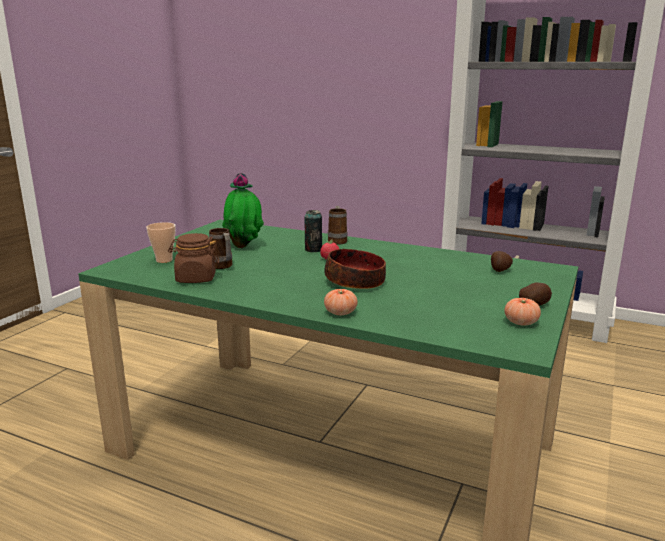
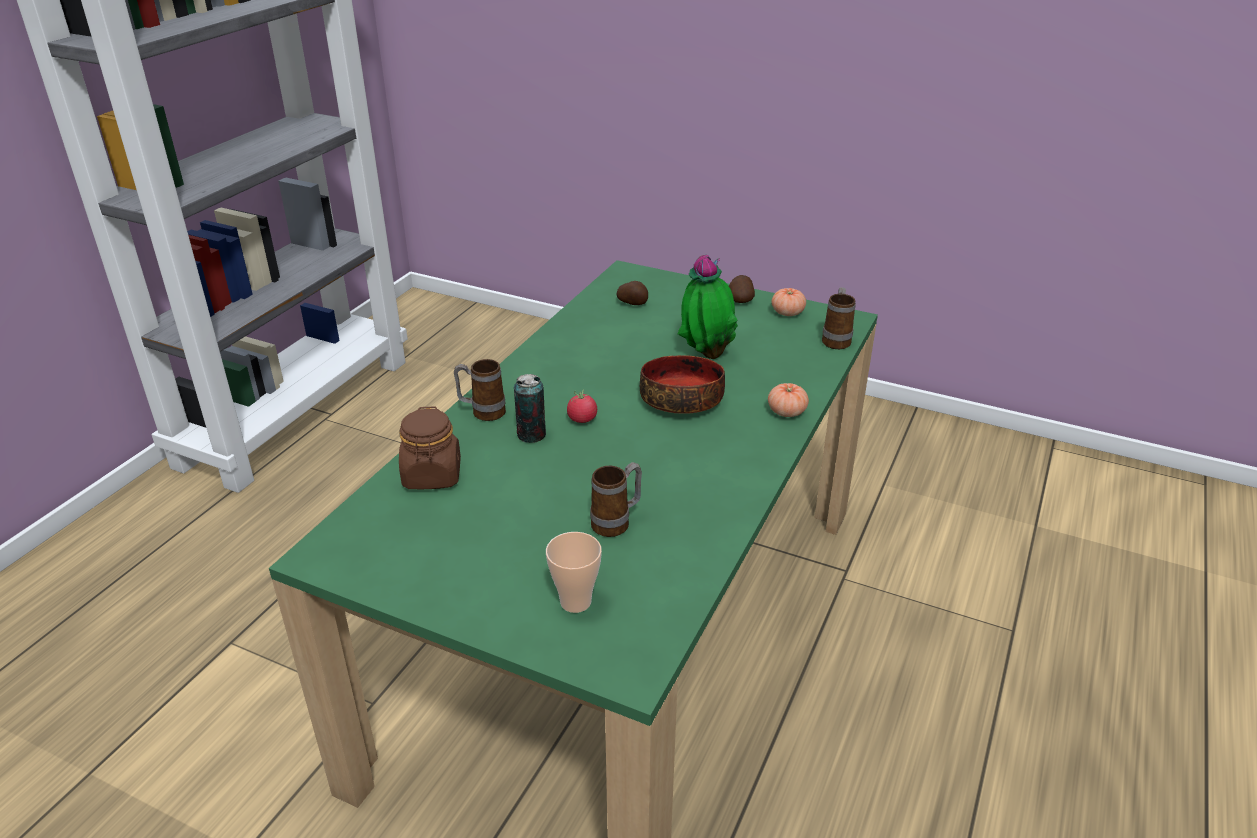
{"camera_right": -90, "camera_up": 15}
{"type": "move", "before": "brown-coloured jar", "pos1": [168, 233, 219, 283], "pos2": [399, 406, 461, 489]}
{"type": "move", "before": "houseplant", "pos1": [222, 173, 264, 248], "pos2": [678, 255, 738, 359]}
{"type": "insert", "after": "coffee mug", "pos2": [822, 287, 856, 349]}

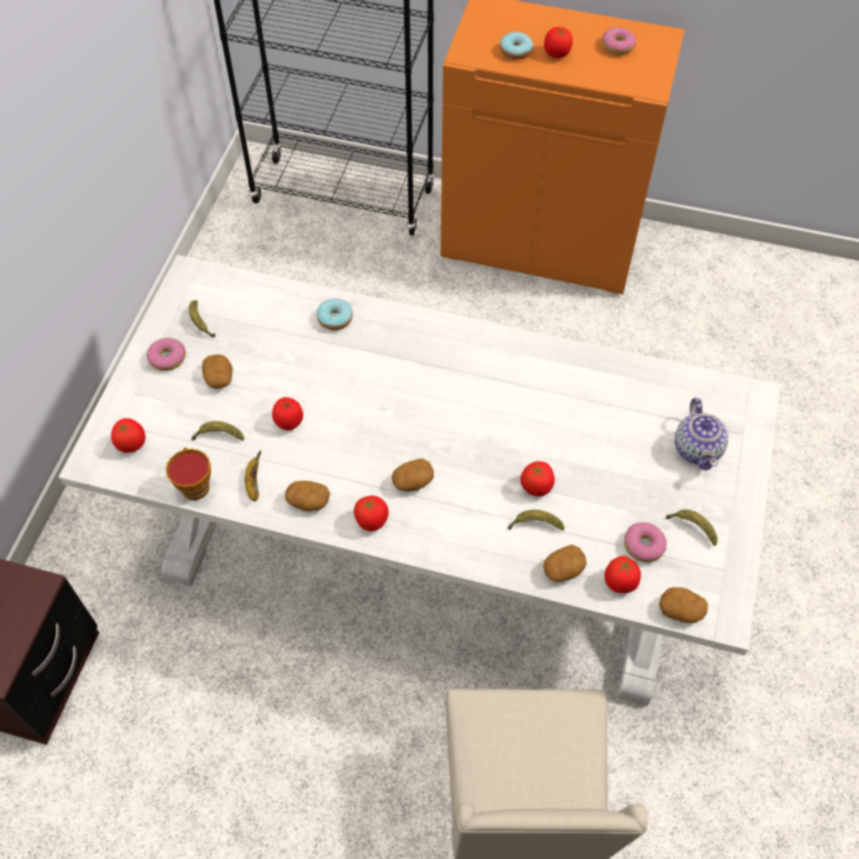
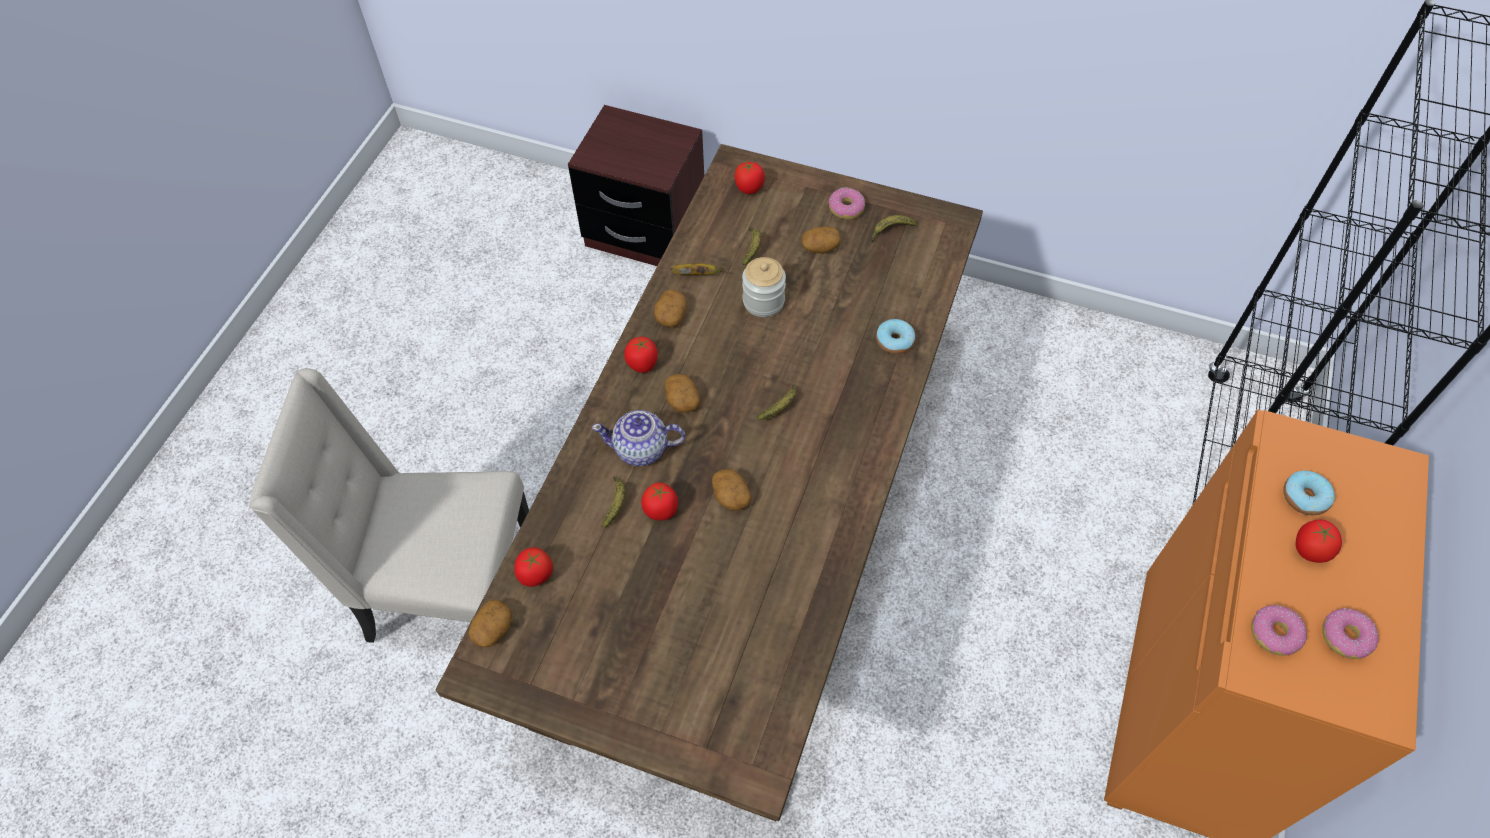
{"camera_right": 95, "camera_up": 0}
{"type": "recolor", "before": "white dinner table", "after": "brown-coloured dinner table", "pos1": [59, 255, 781, 706], "pos2": [435, 144, 983, 821]}
{"type": "move", "before": "pot for tea", "pos1": [675, 398, 728, 471], "pos2": [592, 410, 685, 466]}
{"type": "move", "before": "spud", "pos1": [543, 545, 587, 582], "pos2": [712, 469, 752, 511]}
{"type": "replace", "before": "fresh tomato", "after": "jar", "pos1": [272, 397, 303, 430], "pos2": [742, 257, 786, 317]}
{"type": "move", "before": "banana", "pos1": [666, 509, 718, 546], "pos2": [758, 384, 796, 420]}
{"type": "move", "before": "ring doughnut", "pos1": [624, 522, 667, 562], "pos2": [1251, 605, 1307, 656]}
{"type": "delete", "before": "small cup", "pos1": [166, 447, 211, 500]}

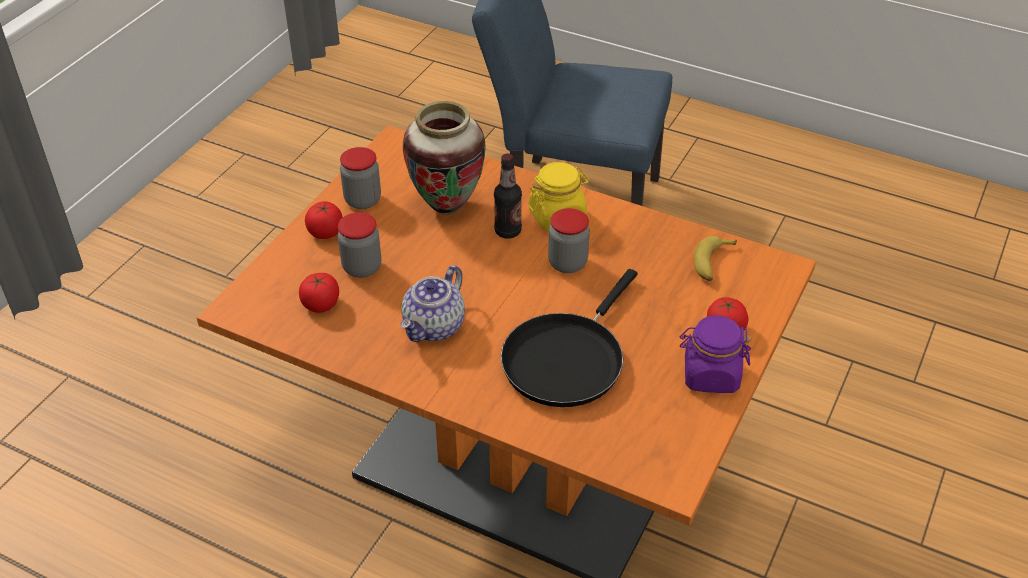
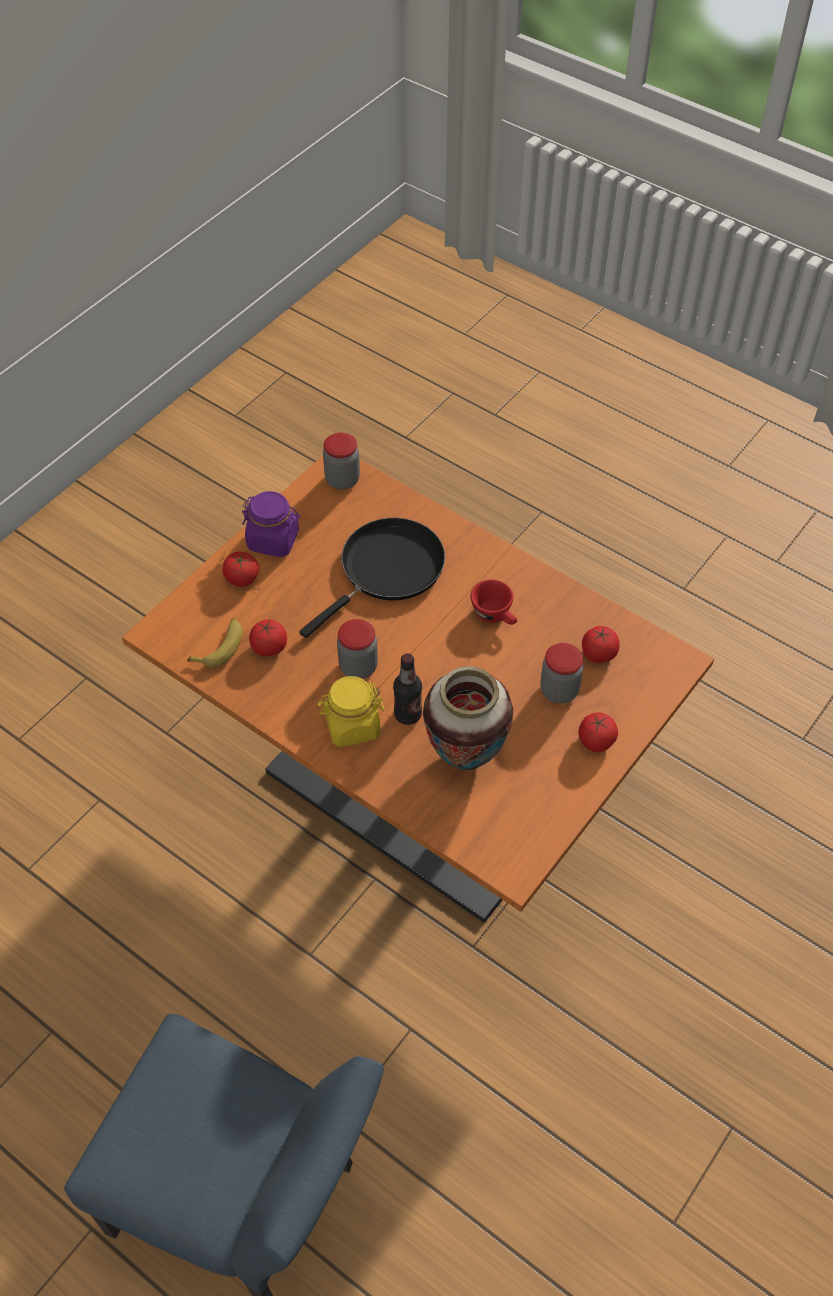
{"camera_right": -170, "camera_up": 10}
{"type": "insert", "after": "fresh tomato", "pos2": [249, 619, 287, 656]}
{"type": "move", "before": "jar", "pos1": [340, 147, 381, 209], "pos2": [323, 433, 360, 489]}
{"type": "replace", "before": "pot for tea", "after": "red small cup", "pos1": [401, 265, 465, 342], "pos2": [470, 580, 517, 625]}

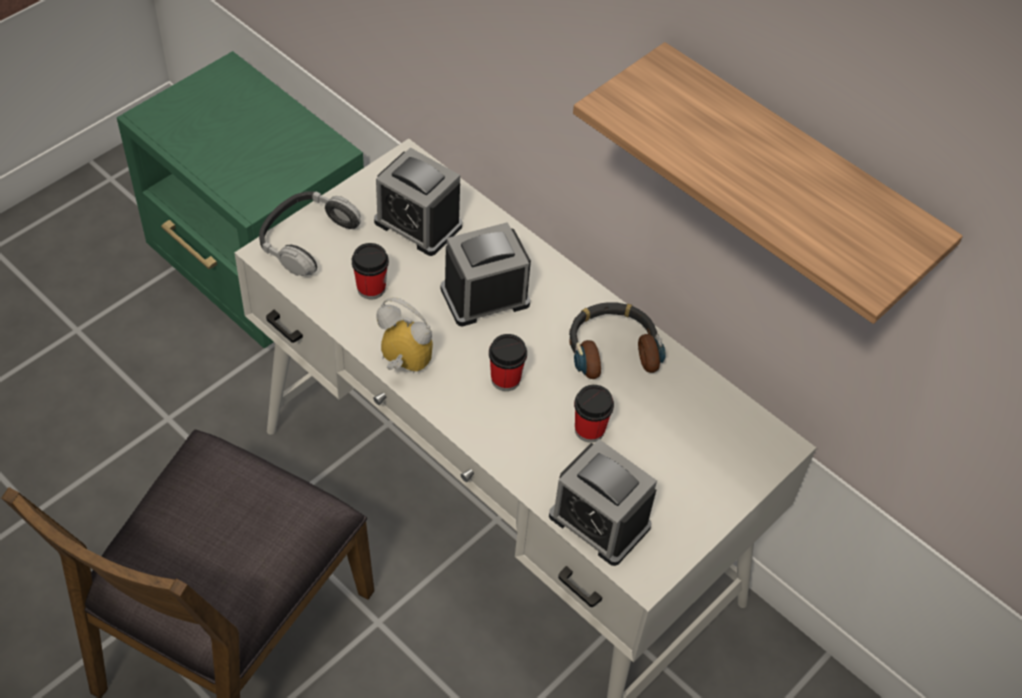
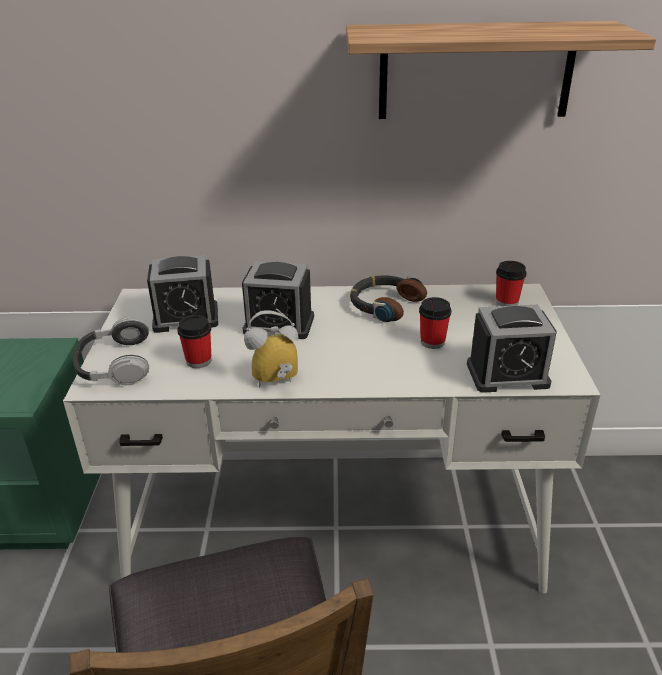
{"camera_right": -40, "camera_up": -20}
{"type": "rotate", "before": "alarm clock", "pos1": [440, 222, 531, 327], "pos2": [242, 261, 314, 339], "turn": -105}
{"type": "move", "before": "small cup", "pos1": [489, 334, 527, 391], "pos2": [496, 261, 527, 306]}

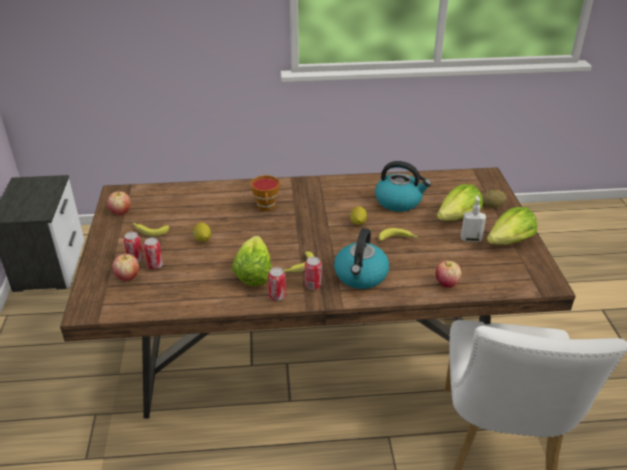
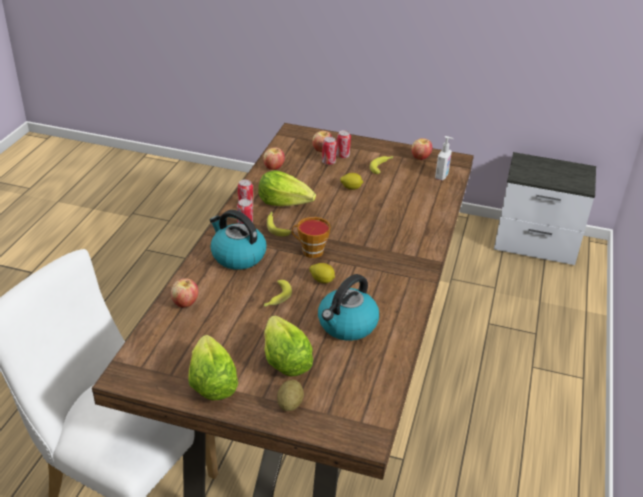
{"camera_right": 110, "camera_up": 0}
{"type": "insert", "after": "apple", "pos2": [263, 147, 285, 170]}
{"type": "move", "before": "small cup", "pos1": [251, 175, 280, 211], "pos2": [292, 217, 331, 258]}
{"type": "move", "before": "soap bottle", "pos1": [461, 195, 486, 242], "pos2": [435, 136, 454, 180]}

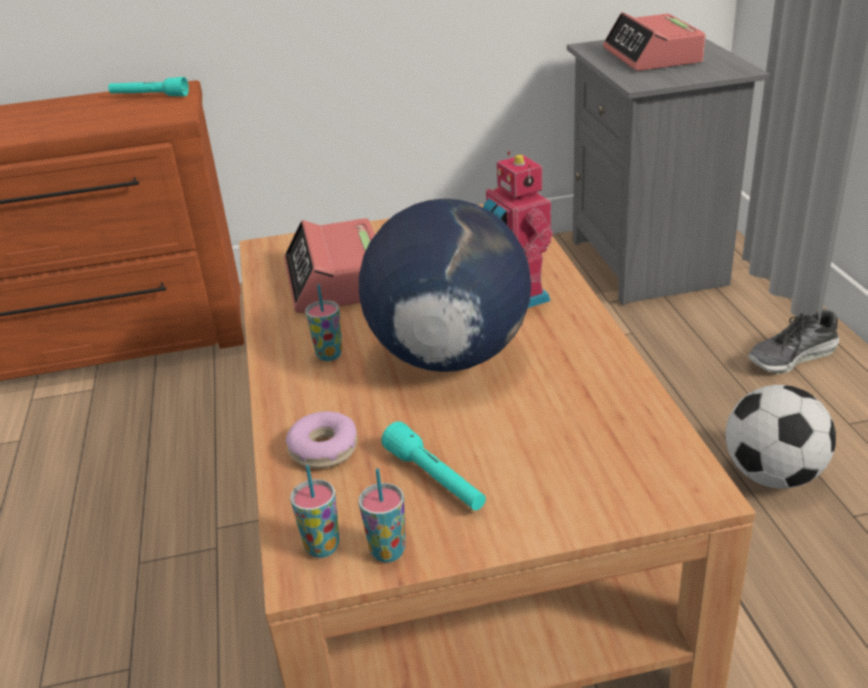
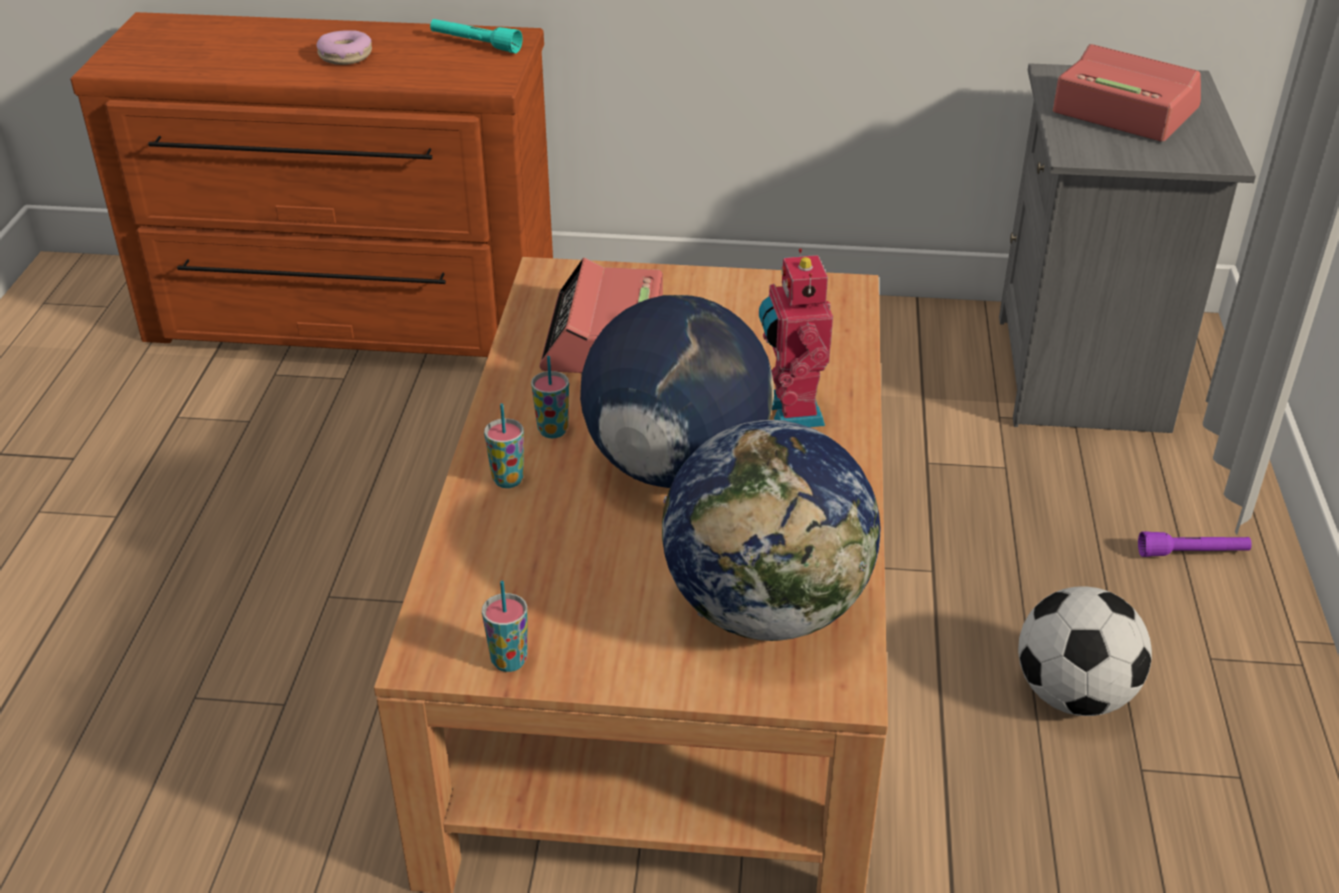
{"camera_right": 15, "camera_up": 5}
{"type": "move", "before": "ring doughnut", "pos1": [286, 411, 357, 468], "pos2": [316, 30, 372, 65]}
{"type": "move", "before": "small cup", "pos1": [290, 465, 339, 558], "pos2": [484, 403, 524, 488]}
{"type": "insert", "after": "desk globe", "pos2": [662, 420, 881, 641]}
{"type": "rotate", "before": "alarm clock", "pos1": [603, 12, 706, 71], "pos2": [1053, 44, 1201, 142], "turn": 120}
{"type": "replace", "before": "low shoe", "after": "purple hand torch", "pos1": [748, 308, 839, 374], "pos2": [1138, 531, 1252, 557]}
{"type": "delete", "before": "turquoise-coloured hand torch", "pos1": [381, 421, 486, 510]}

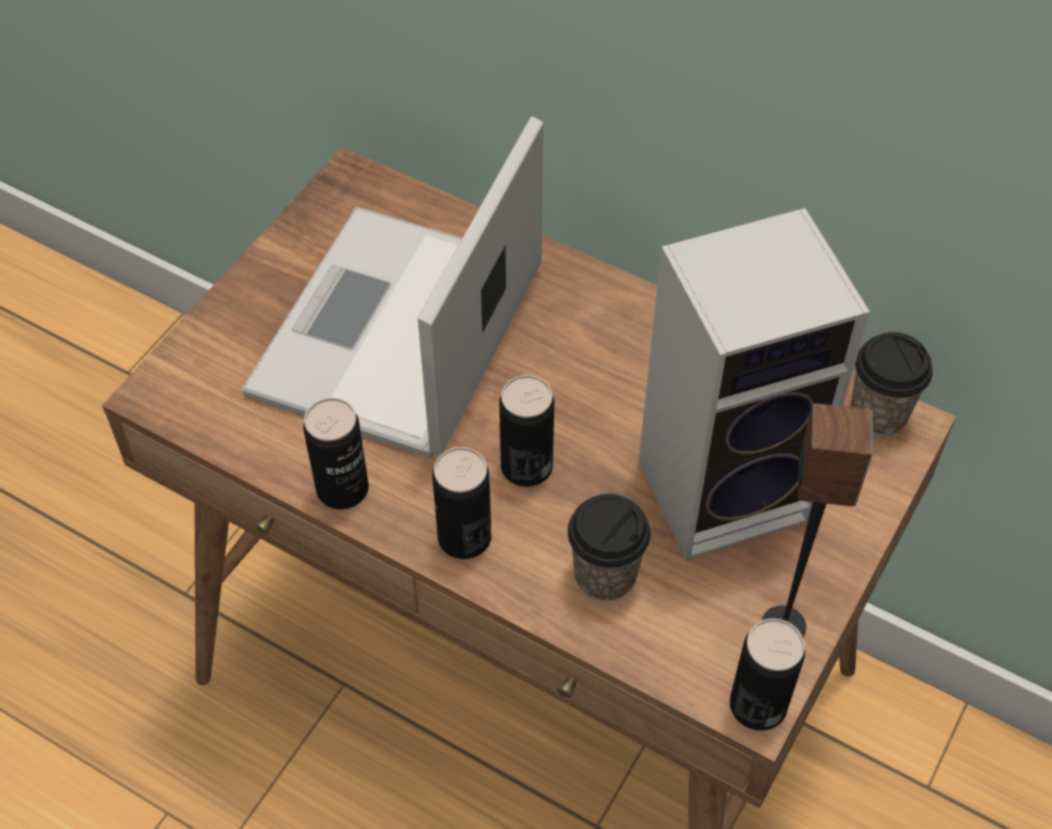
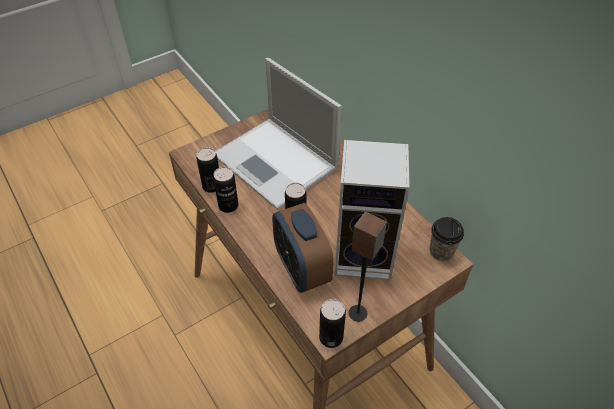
{"camera_right": 25, "camera_up": -5}
{"type": "move", "before": "metal can", "pos1": [432, 447, 492, 559], "pos2": [196, 147, 219, 193]}
{"type": "rotate", "before": "portable computer", "pos1": [242, 117, 543, 459], "pos2": [215, 58, 342, 210], "turn": -90}
{"type": "replace", "before": "small cup", "after": "alarm clock", "pos1": [568, 494, 651, 601], "pos2": [272, 203, 334, 293]}

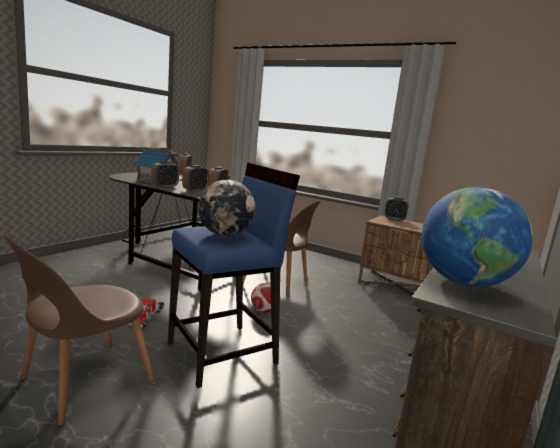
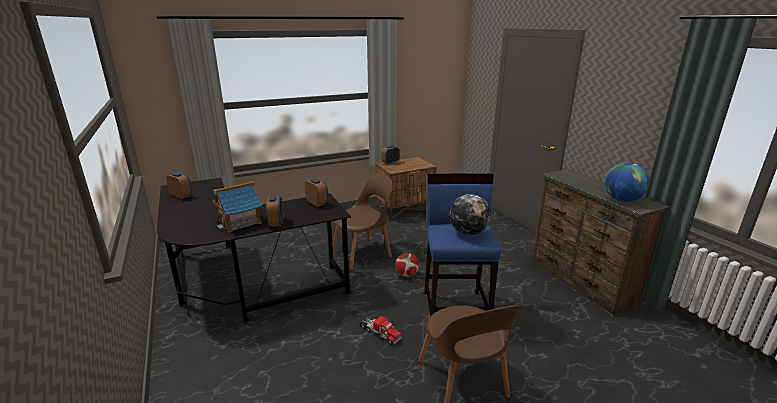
{"camera_right": -55, "camera_up": 10}
{"type": "delete", "before": "alarm clock", "pos1": [182, 165, 209, 192]}

